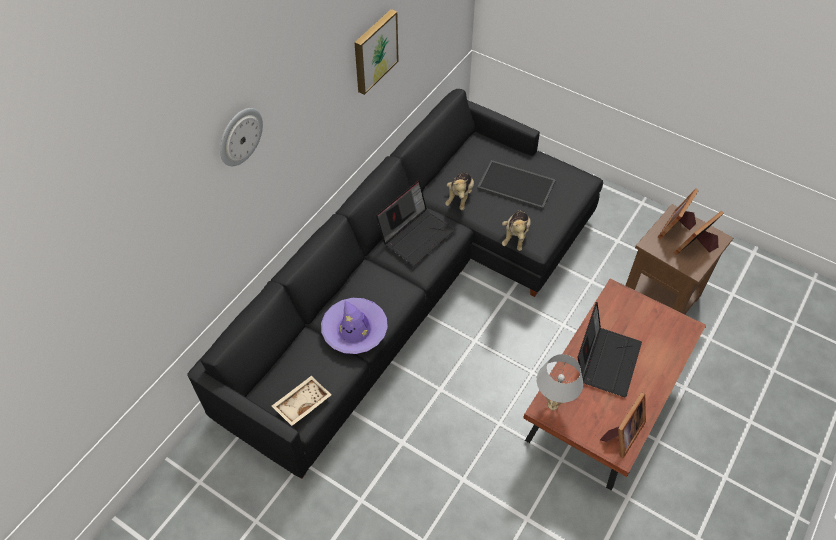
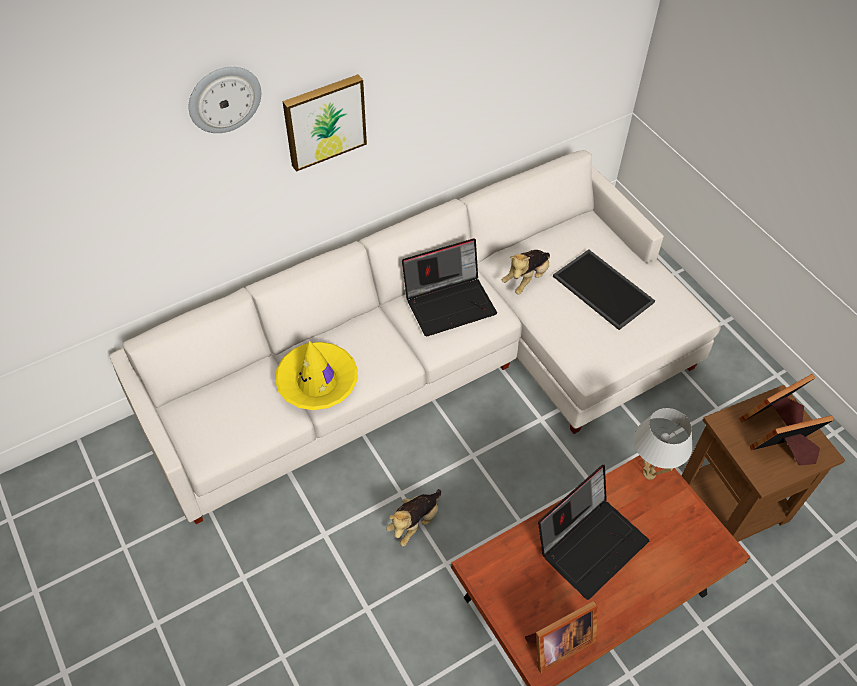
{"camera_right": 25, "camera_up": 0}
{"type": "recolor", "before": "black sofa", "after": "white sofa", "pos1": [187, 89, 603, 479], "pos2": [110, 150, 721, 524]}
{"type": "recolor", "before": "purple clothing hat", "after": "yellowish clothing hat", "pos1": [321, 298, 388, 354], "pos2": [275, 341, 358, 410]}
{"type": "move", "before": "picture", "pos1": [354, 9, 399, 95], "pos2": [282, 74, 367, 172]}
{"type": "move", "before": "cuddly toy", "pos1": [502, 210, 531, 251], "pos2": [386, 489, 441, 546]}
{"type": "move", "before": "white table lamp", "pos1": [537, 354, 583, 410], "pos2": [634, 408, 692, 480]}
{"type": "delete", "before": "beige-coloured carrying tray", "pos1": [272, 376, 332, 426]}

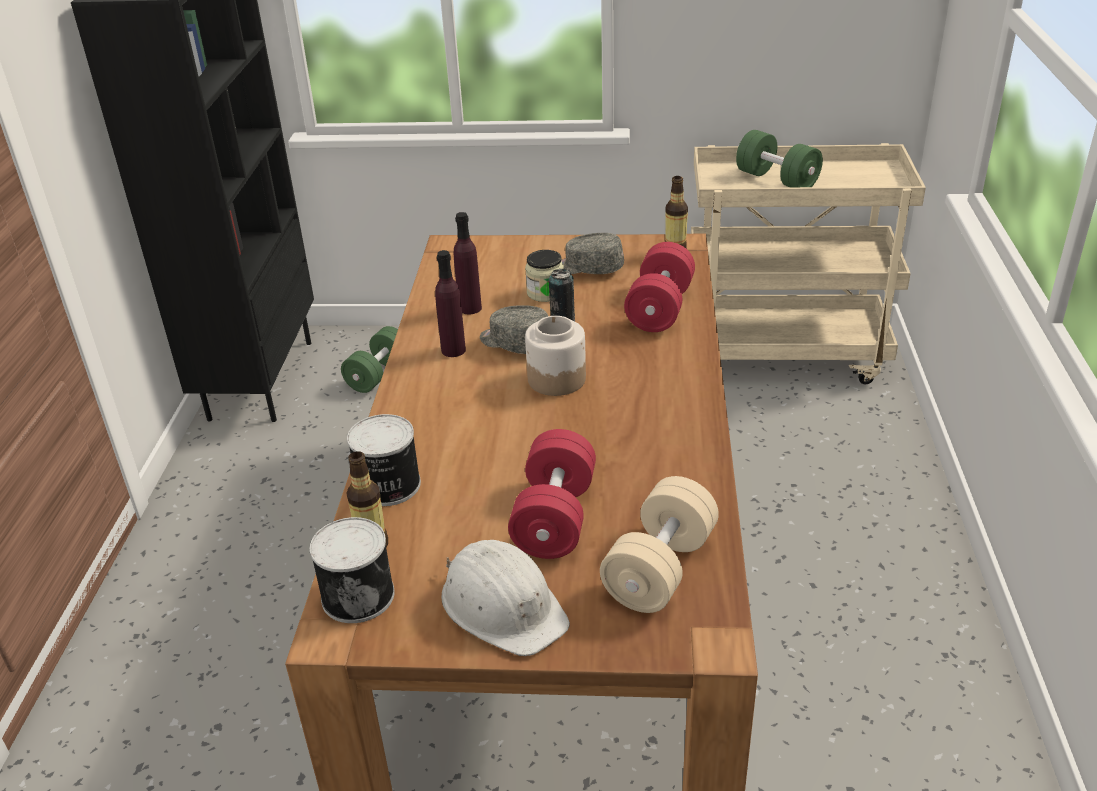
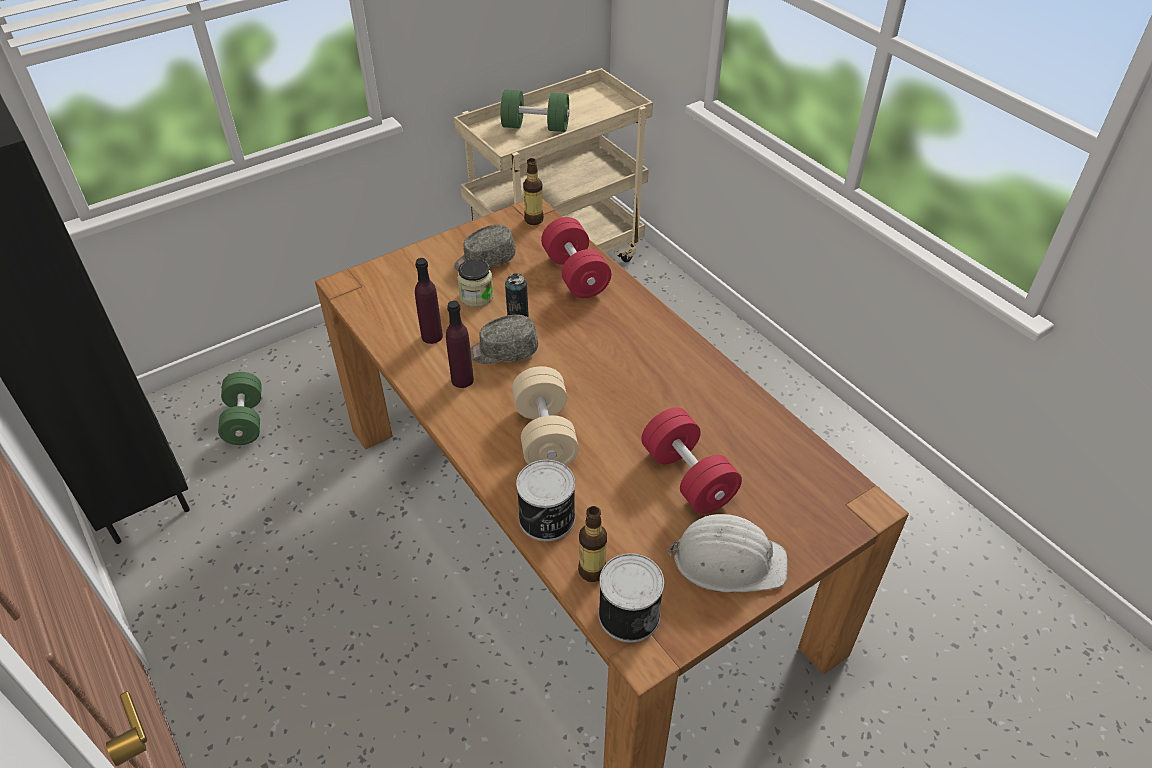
{"camera_right": -40, "camera_up": 10}
{"type": "move", "before": "beige-coloured free weight", "pos1": [600, 476, 719, 613], "pos2": [512, 366, 579, 465]}
{"type": "delete", "before": "jar", "pos1": [525, 316, 586, 396]}

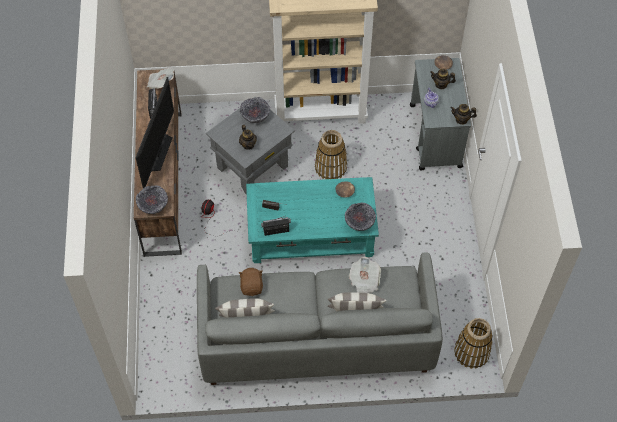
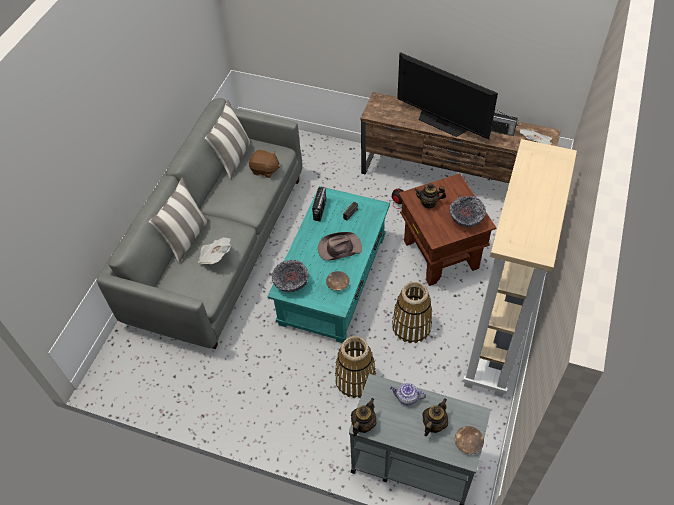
{"camera_right": 115, "camera_up": -5}
{"type": "insert", "after": "brown-coloured clothing hat", "pos2": [318, 232, 362, 261]}
{"type": "move", "before": "household basket", "pos1": [454, 318, 493, 369], "pos2": [335, 336, 376, 398]}
{"type": "recolor", "before": "greyish end table", "after": "brown-coloured end table", "pos1": [206, 97, 295, 195], "pos2": [399, 173, 496, 286]}
{"type": "delete", "before": "deep dish", "pos1": [136, 185, 168, 214]}

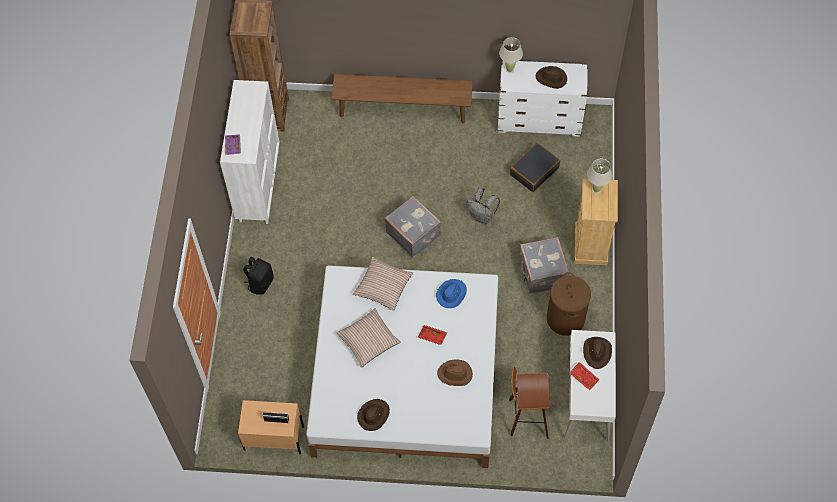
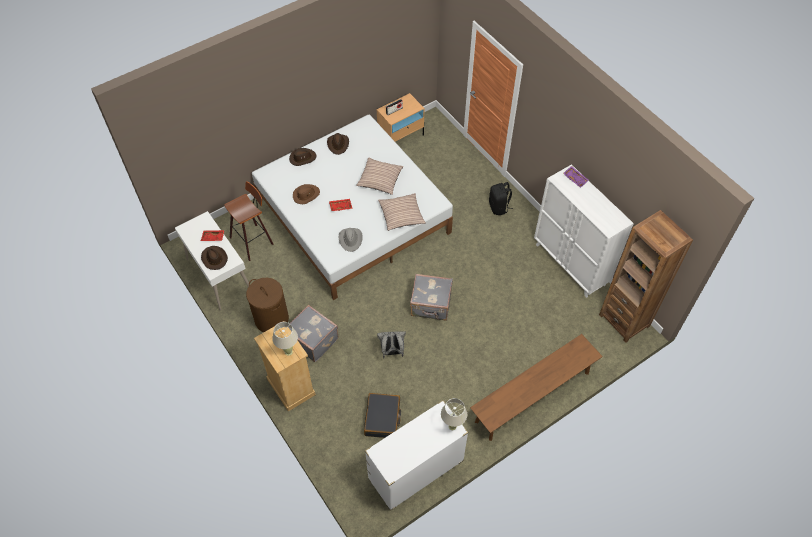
{"camera_right": 140, "camera_up": -5}
{"type": "move", "before": "brown-coloured clothing hat", "pos1": [536, 66, 567, 89], "pos2": [289, 148, 317, 166]}
{"type": "recolor", "before": "blue-coloured clothing hat", "after": "greyish clothing hat", "pos1": [436, 279, 467, 308], "pos2": [339, 228, 363, 252]}

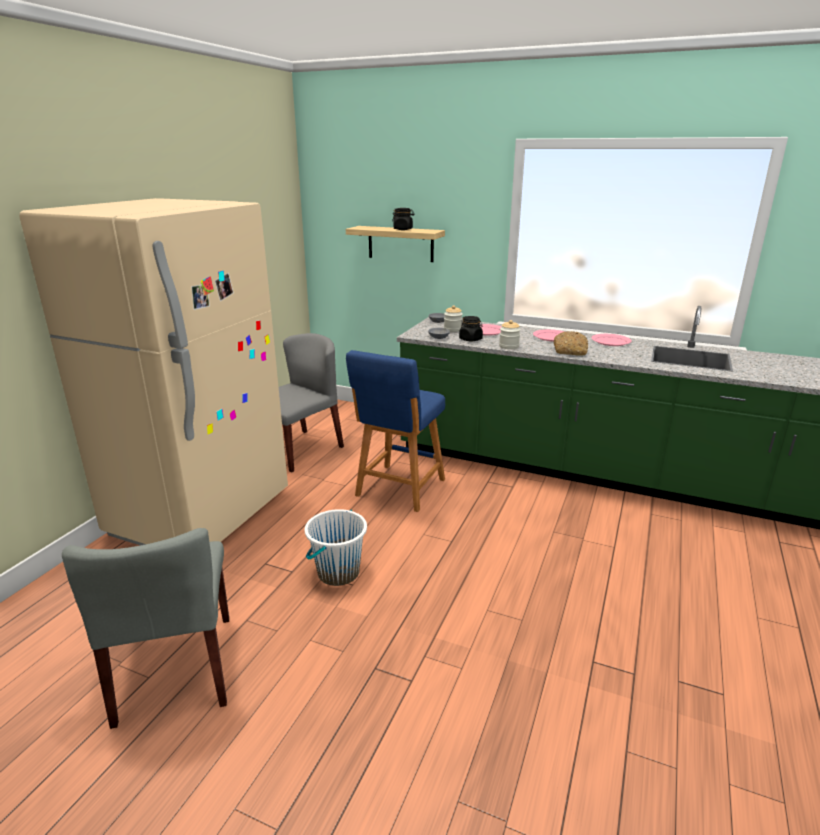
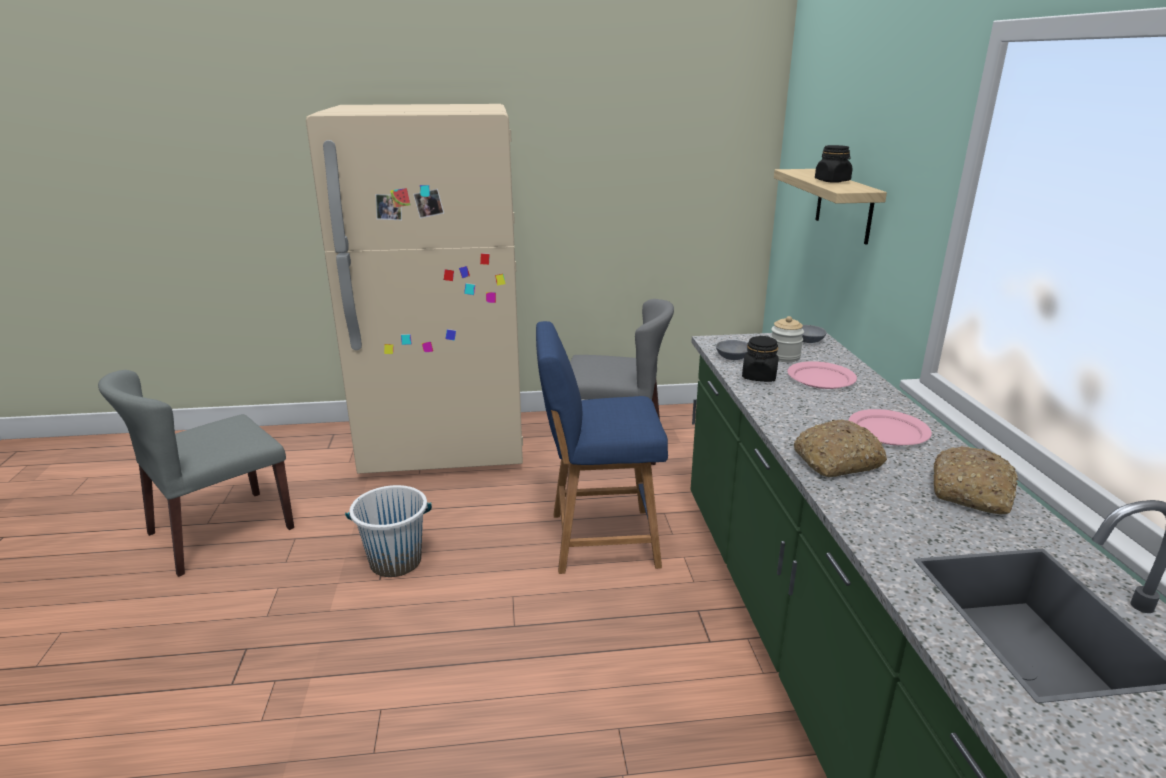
{"camera_right": 60, "camera_up": 0}
{"type": "replace", "before": "pinkish flat dish", "after": "bread", "pos1": [591, 334, 632, 346], "pos2": [933, 446, 1019, 514]}
{"type": "delete", "before": "jar", "pos1": [499, 320, 521, 349]}

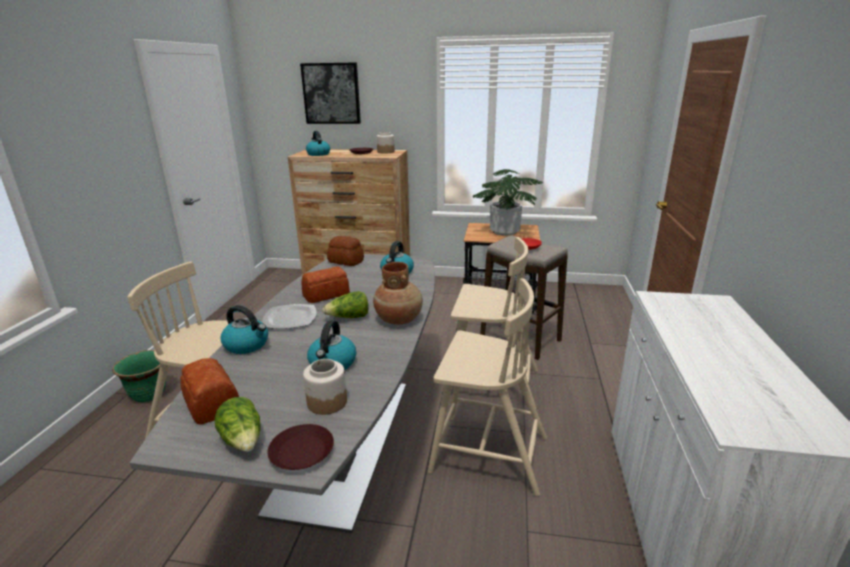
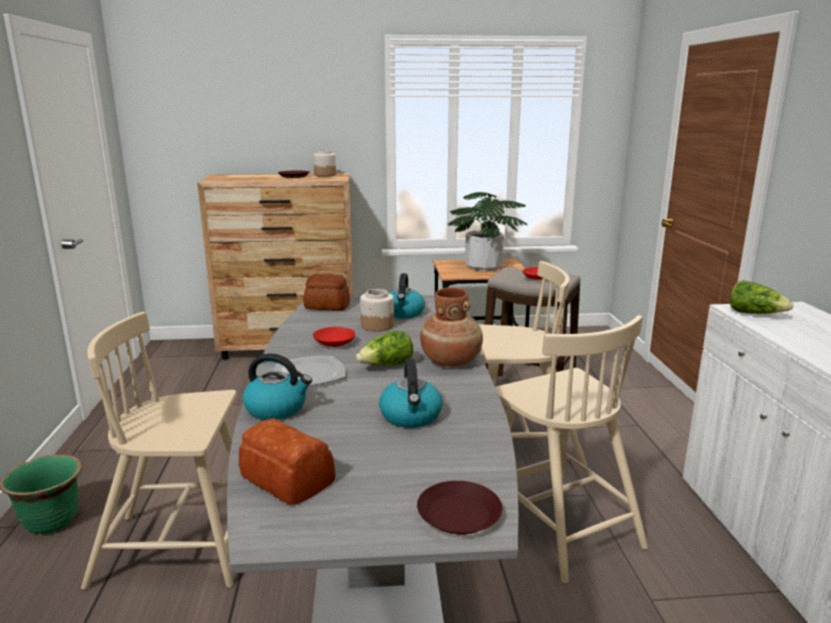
{"camera_right": -15, "camera_up": -5}
{"type": "replace", "before": "bread", "after": "red deep dish", "pos1": [301, 266, 350, 303], "pos2": [313, 327, 355, 347]}
{"type": "move", "before": "jar", "pos1": [303, 359, 347, 415], "pos2": [360, 289, 394, 332]}
{"type": "rotate", "before": "beige-coloured plain chair", "pos1": [428, 278, 547, 496], "pos2": [495, 315, 648, 583], "turn": 60}
{"type": "move", "before": "lettuce head", "pos1": [214, 397, 261, 452], "pos2": [730, 280, 793, 314]}
{"type": "delete", "before": "picture", "pos1": [300, 62, 361, 124]}
{"type": "delete", "before": "kettle", "pos1": [306, 131, 330, 156]}

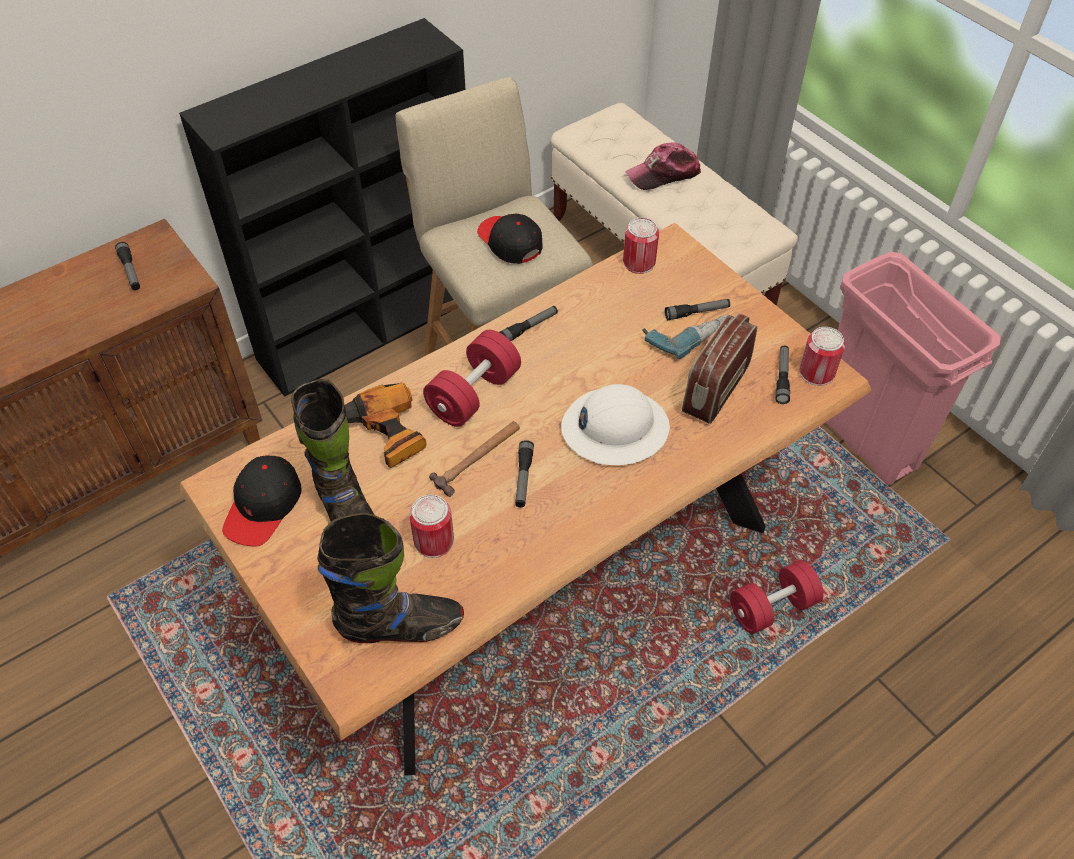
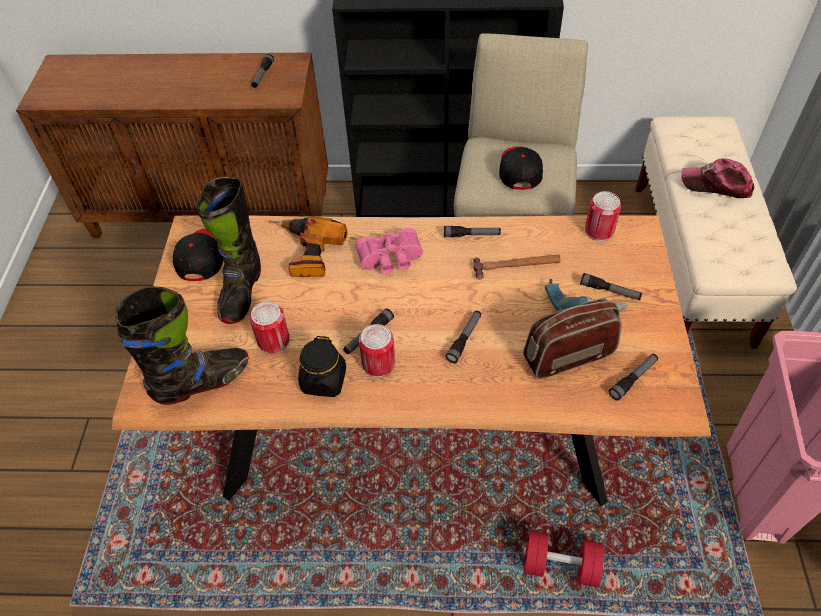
{"camera_right": 40, "camera_up": 0}
{"type": "rotate", "before": "black tall boot", "pos1": [317, 513, 464, 643], "pos2": [116, 286, 249, 405], "turn": -60}
{"type": "rotate", "before": "black cap", "pos1": [222, 455, 302, 546], "pos2": [173, 228, 223, 281], "turn": 120}
{"type": "insert", "after": "black jar", "pos2": [298, 336, 346, 397]}
{"type": "replace", "before": "red free weight", "after": "pinkish binoculars", "pos1": [423, 330, 521, 427], "pos2": [355, 228, 423, 274]}
{"type": "move", "before": "metal can", "pos1": [800, 327, 845, 386], "pos2": [359, 324, 395, 378]}
{"type": "replace", "before": "white hard hat", "after": "hand torch", "pos1": [561, 384, 670, 465], "pos2": [445, 311, 481, 363]}
{"type": "move", "before": "tool hammer", "pos1": [429, 421, 520, 497], "pos2": [473, 254, 561, 279]}

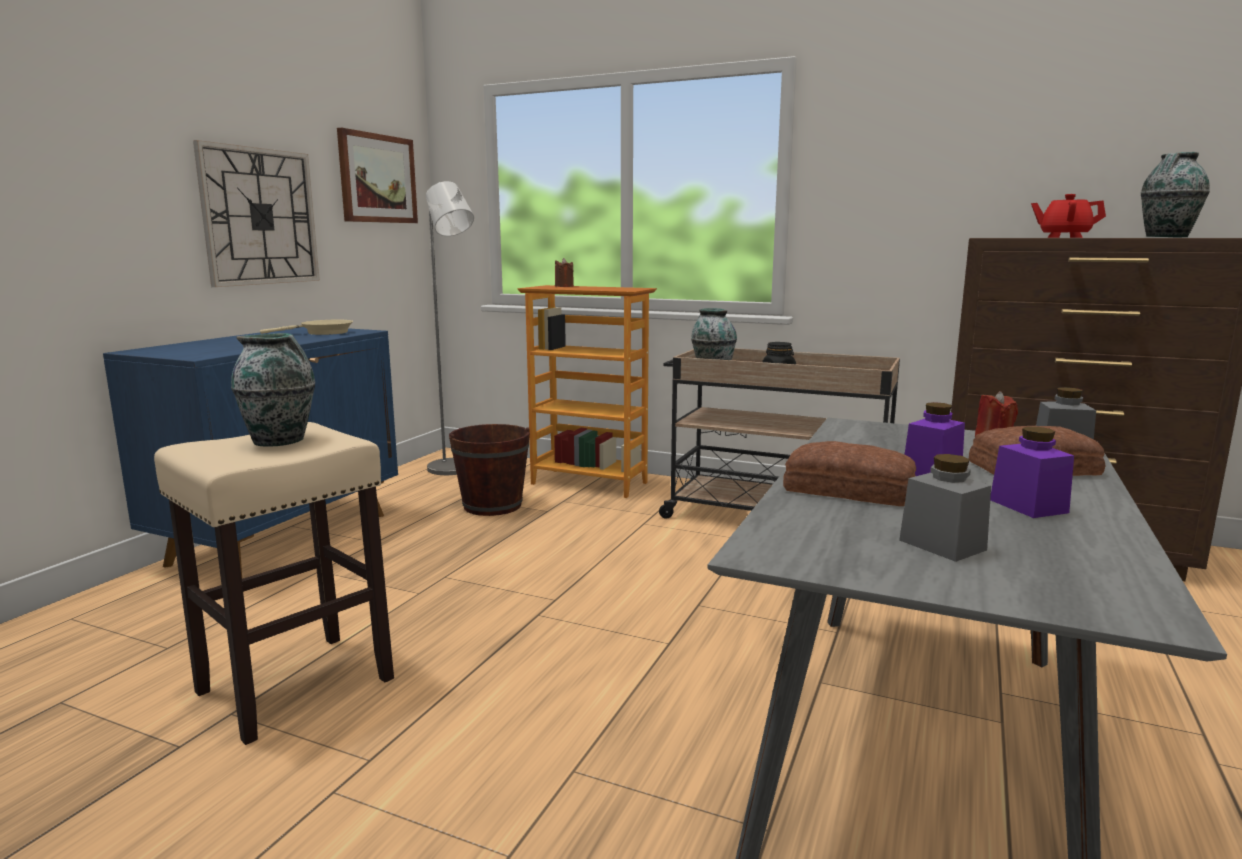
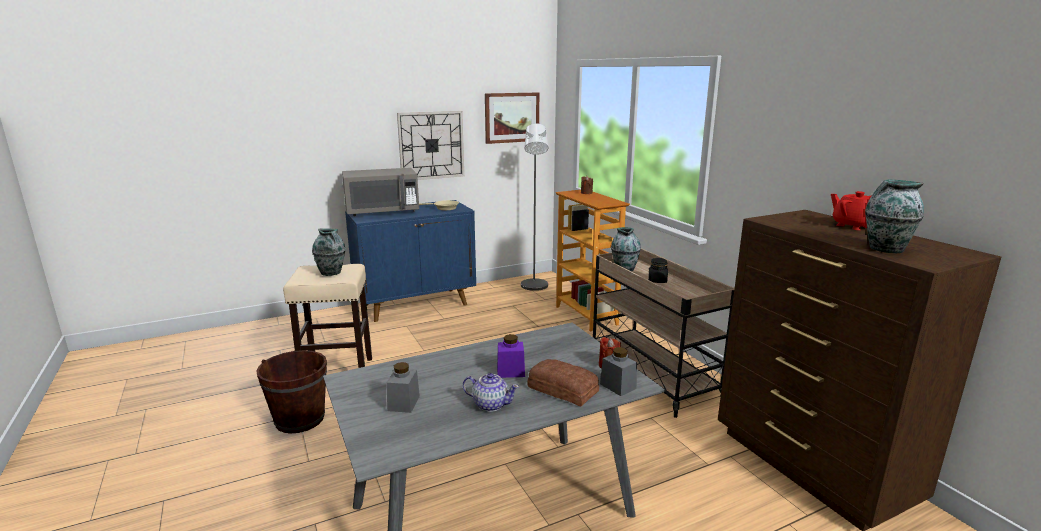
{"camera_right": 40, "camera_up": 5}
{"type": "move", "before": "brown-coloured water bucket", "pos1": [449, 424, 530, 516], "pos2": [256, 350, 327, 433]}
{"type": "insert", "after": "greyish microwave", "pos2": [342, 168, 419, 216]}
{"type": "replace", "before": "purple jar", "after": "pot for tea", "pos1": [990, 427, 1074, 518], "pos2": [463, 373, 519, 412]}
{"type": "delete", "before": "bread", "pos1": [783, 441, 916, 506]}

